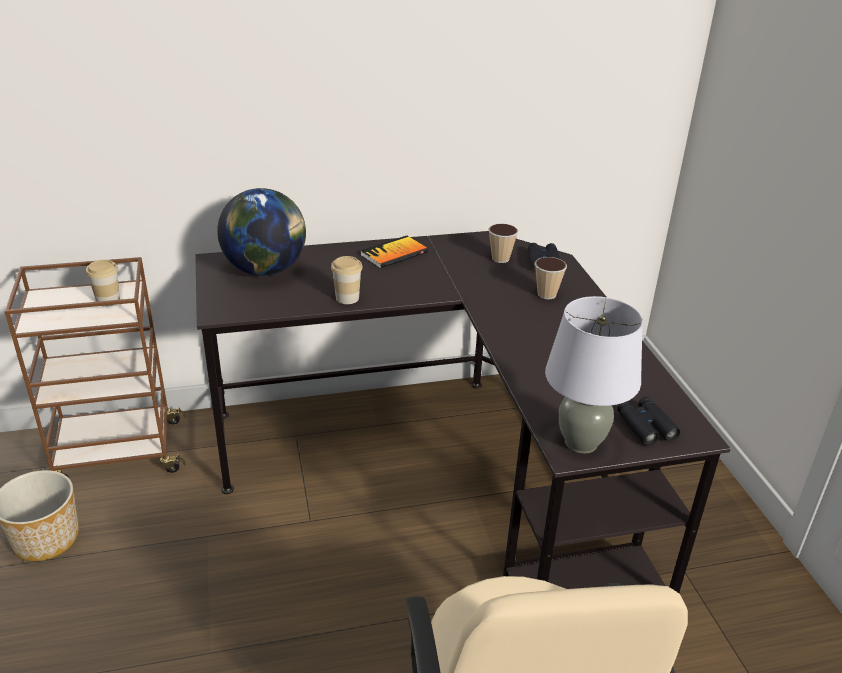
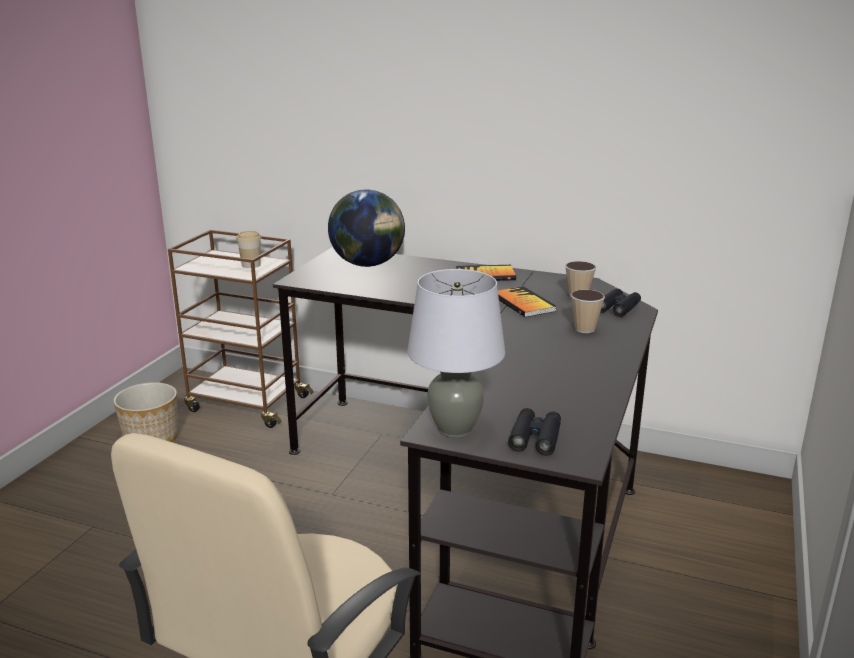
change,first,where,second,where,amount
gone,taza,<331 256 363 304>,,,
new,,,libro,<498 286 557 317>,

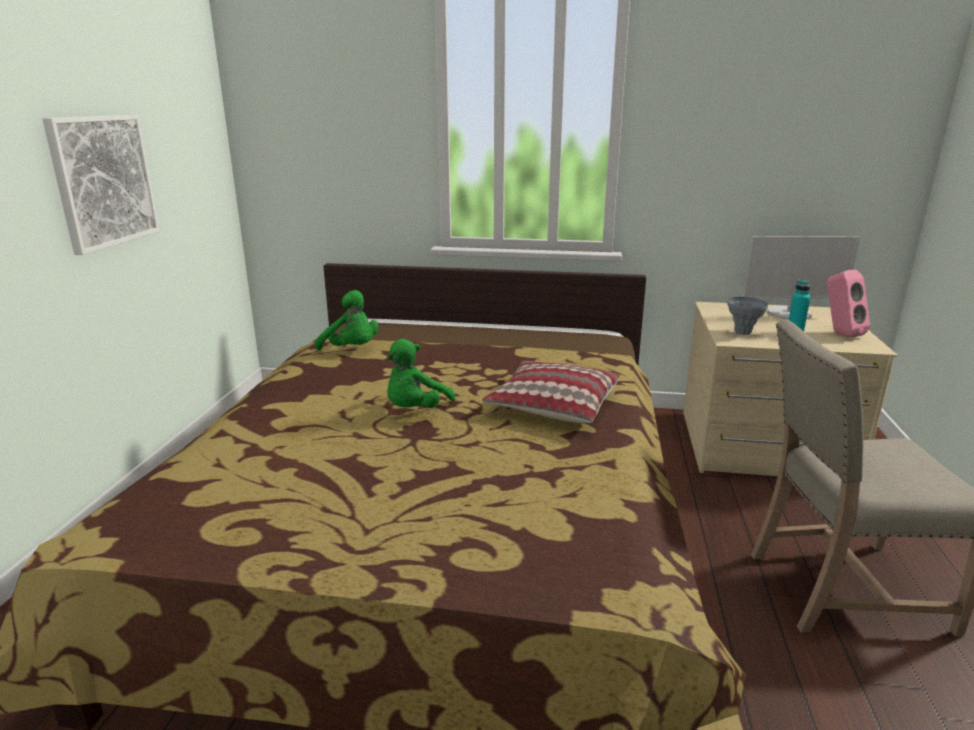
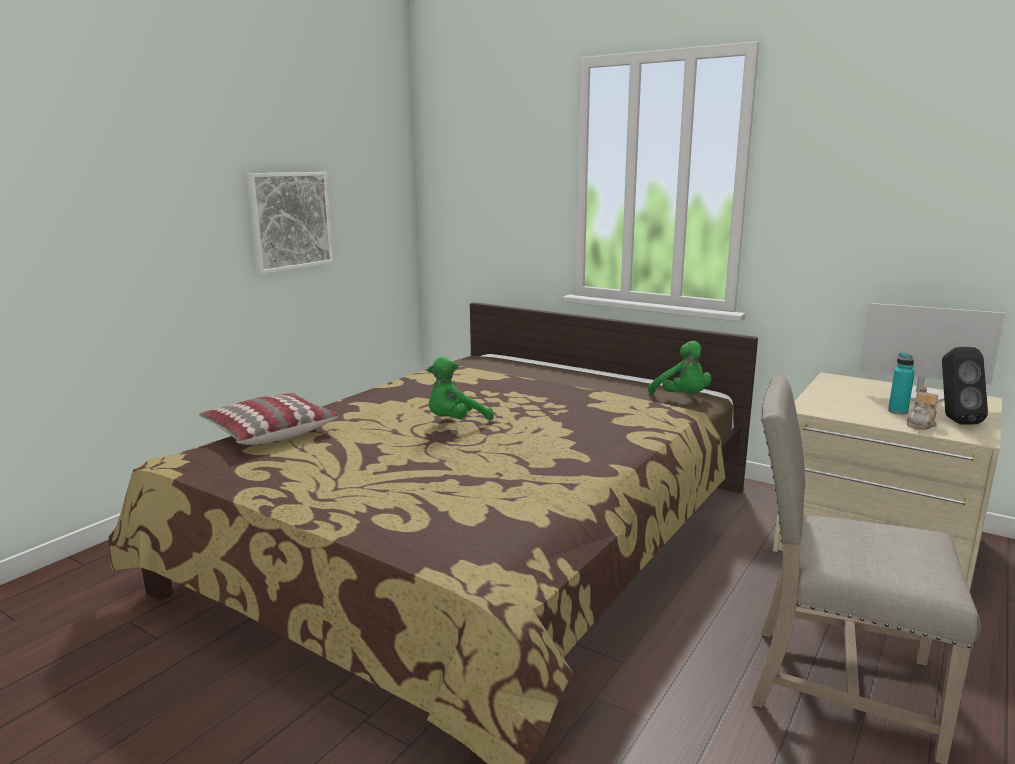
change,first,where,second,where,amount
repainted,altavoz (rosa),<827 270 870 338>,altavoz (negro),<942 347 988 425>,
shifted,peluche (verde),<314 290 379 350>,,<648 341 712 395>,
gone,florero (gris),<727 297 768 335>,,,
shifted,cojín,<482 361 620 423>,,<199 393 339 445>,
new,,,tetera,<907 386 938 430>,

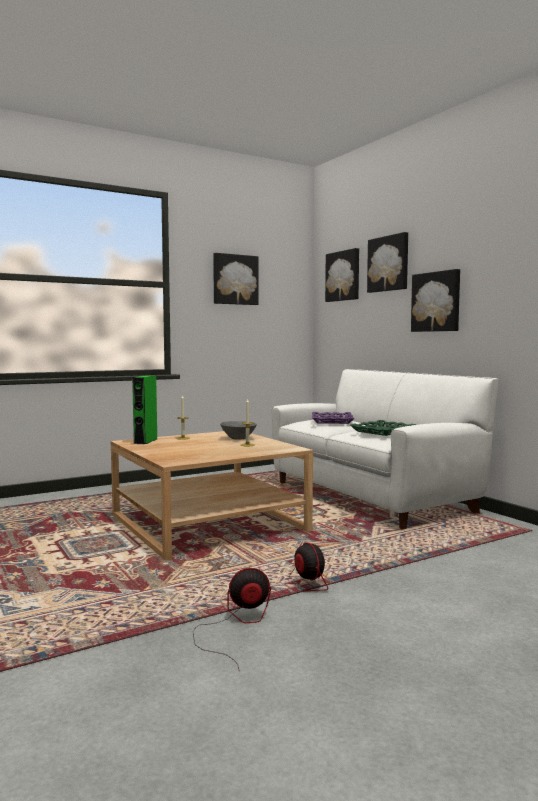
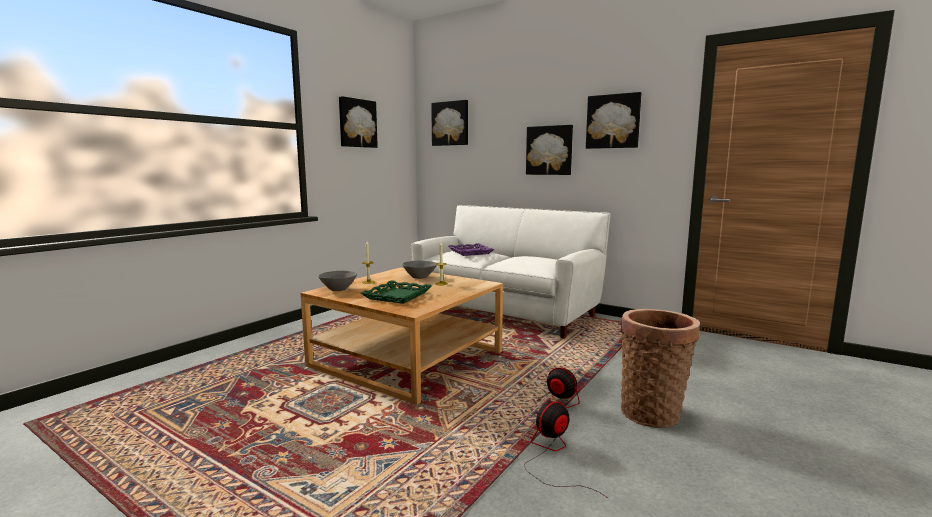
change,first,where,second,where,amount
shifted,cuadro,<367 232 408 293>,,<586 92 642 149>,
swapped,altavoz (verde),<132 376 157 444>,cuenco (gris),<318 271 357 291>,
shifted,bandeja (verde),<350 420 416 436>,,<361 280 432 304>,
new,,,cesta,<621 309 700 428>,

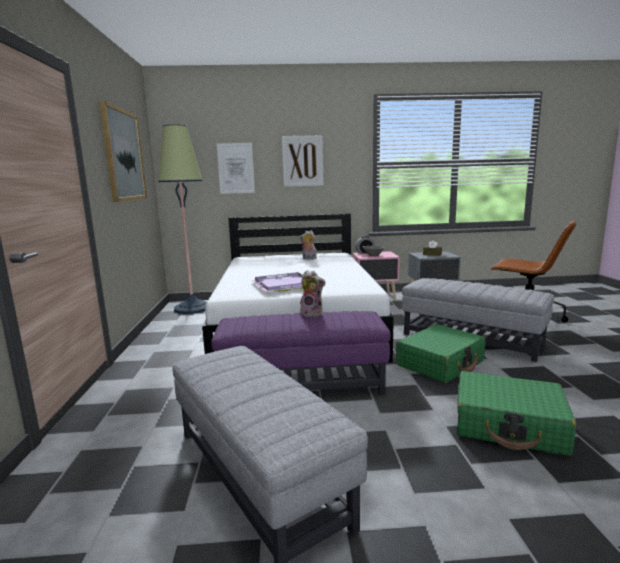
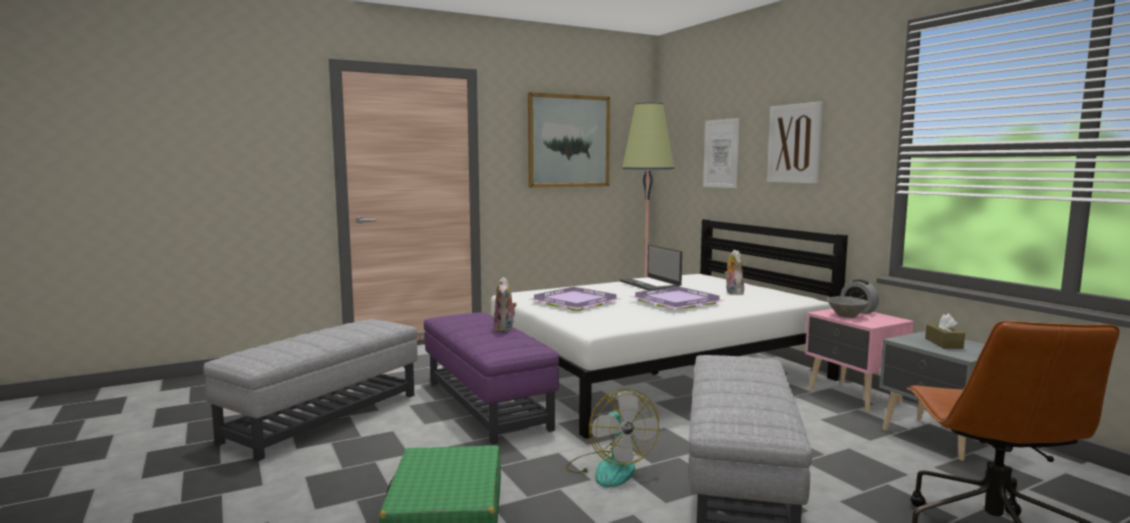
change,first,where,second,where,amount
swapped,maleta (verde),<396 324 485 383>,ventilador,<566 389 659 488>,
new,,,portátil,<620 245 682 291>,
new,,,bandeja (morado),<630 286 725 309>,

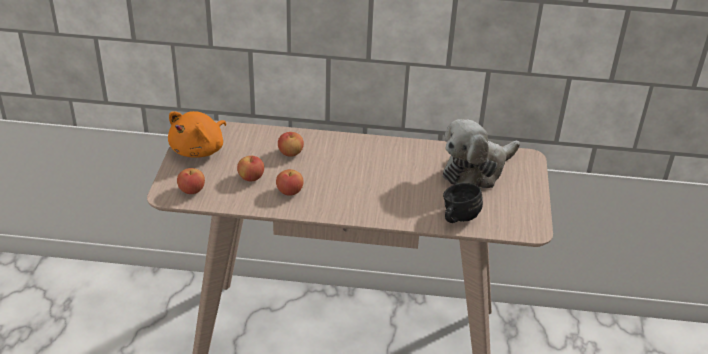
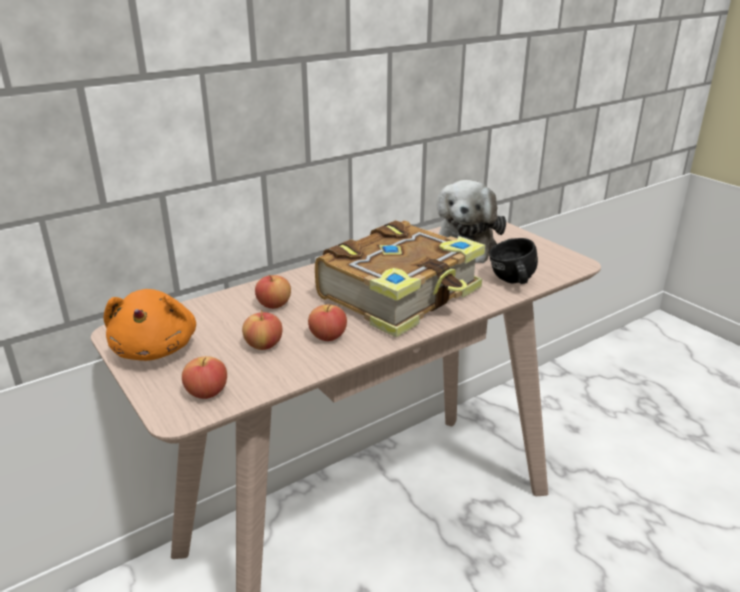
change,first,where,second,where,amount
new,,,libro,<315 220 485 337>,

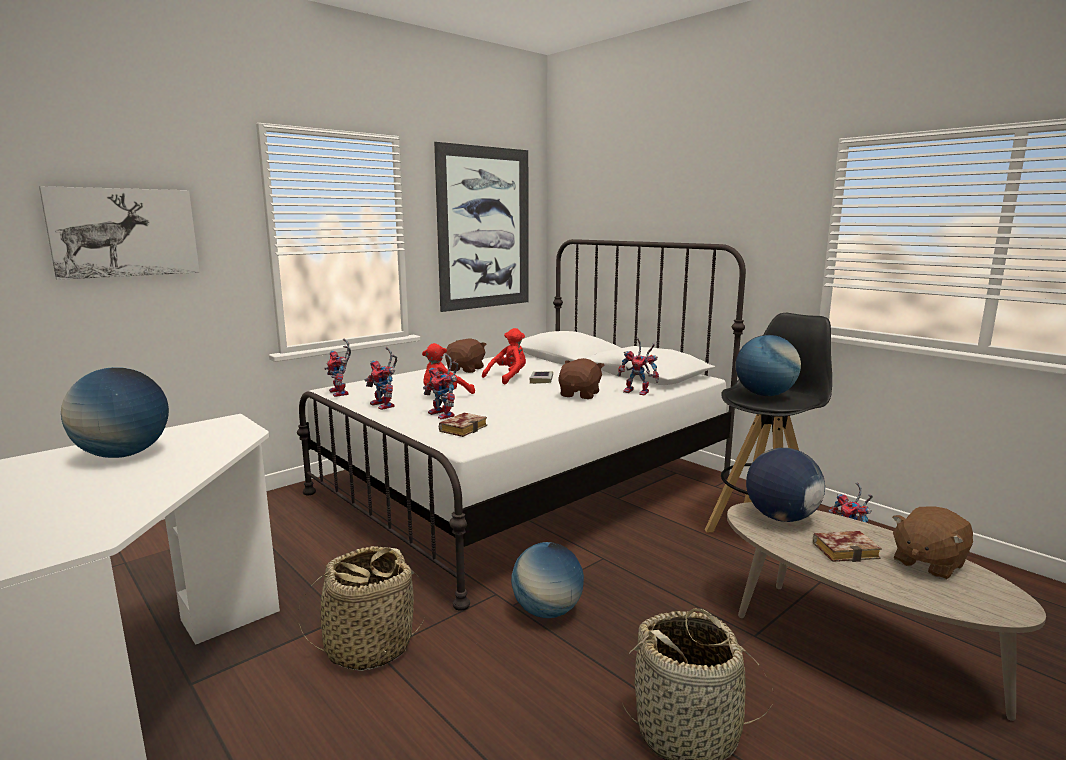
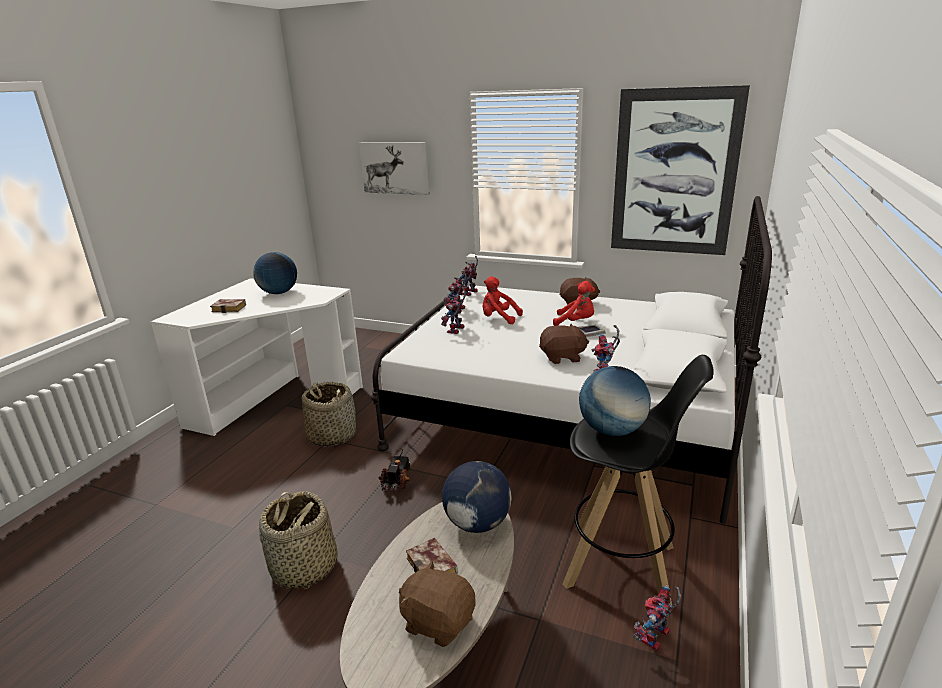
change,first,where,second,where,amount
shifted,libro,<439 413 487 437>,,<210 299 246 313>,
swapped,globo terráqueo,<511 542 584 618>,camión de juguete,<378 450 410 492>,

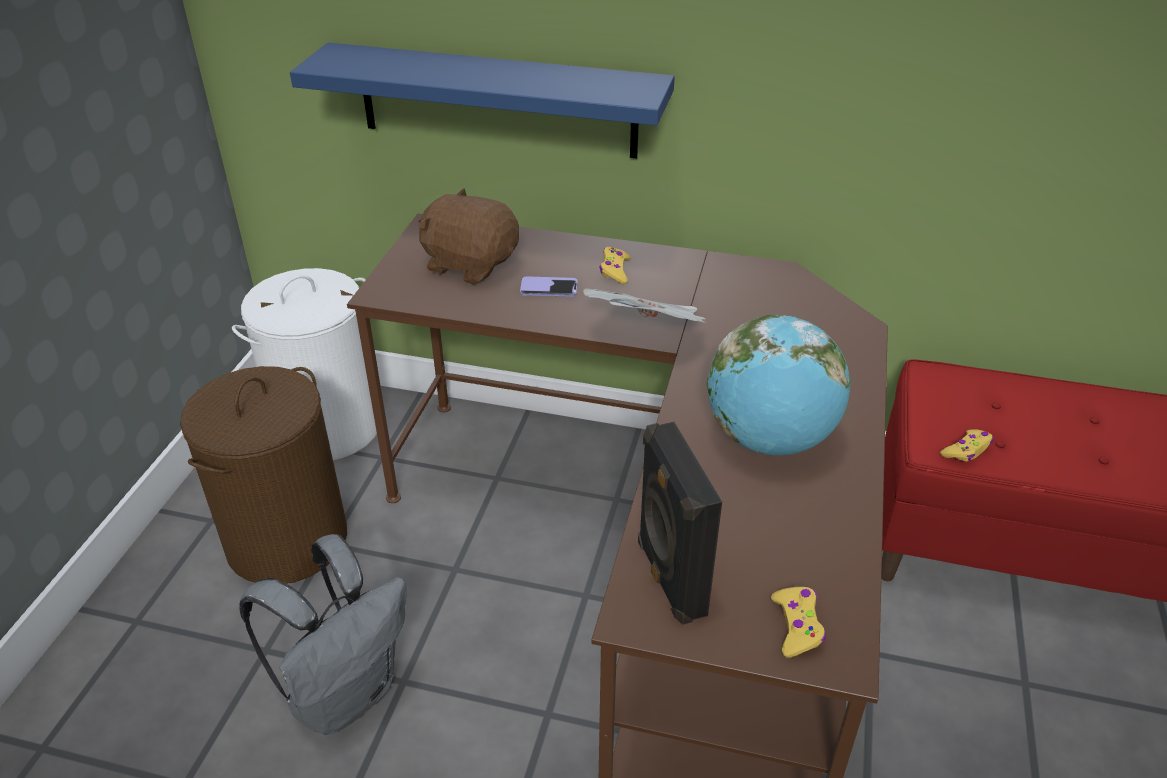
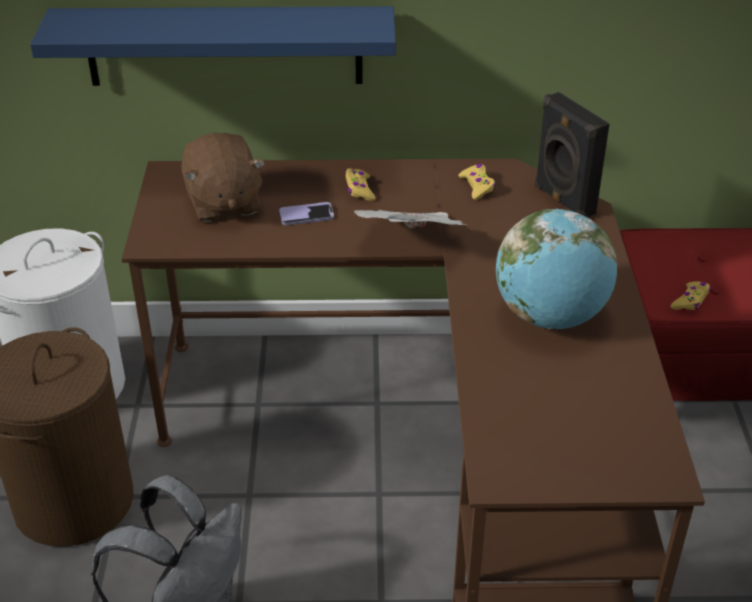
change,first,where,second,where,amount
rotated,peluche (marrón),<418 188 519 285>,,<181 133 265 223>,120 degrees counterclockwise
shifted,altavoz (negro),<638 422 722 625>,,<535 92 609 217>,
shifted,mando de consola (amarillo),<771 587 826 658>,,<459 164 496 200>,

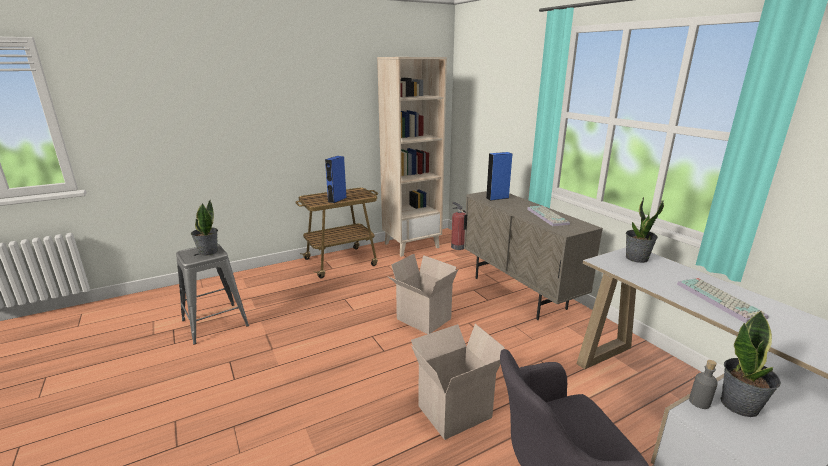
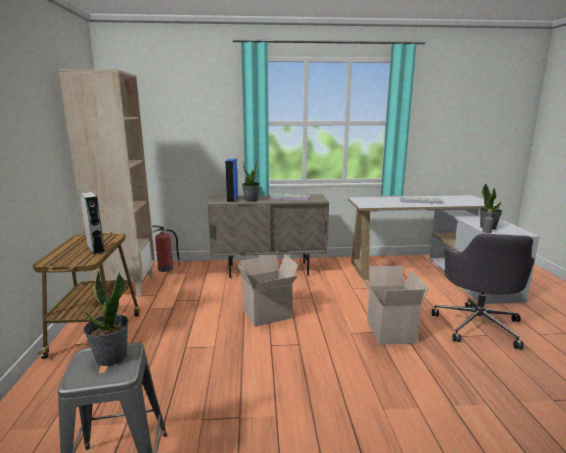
change,first,where,second,where,amount
repainted,altavoz (azul),<325 156 346 203>,altavoz (gris),<80 192 105 254>,
shifted,planta en maceta,<626 197 664 263>,,<242 160 260 202>,

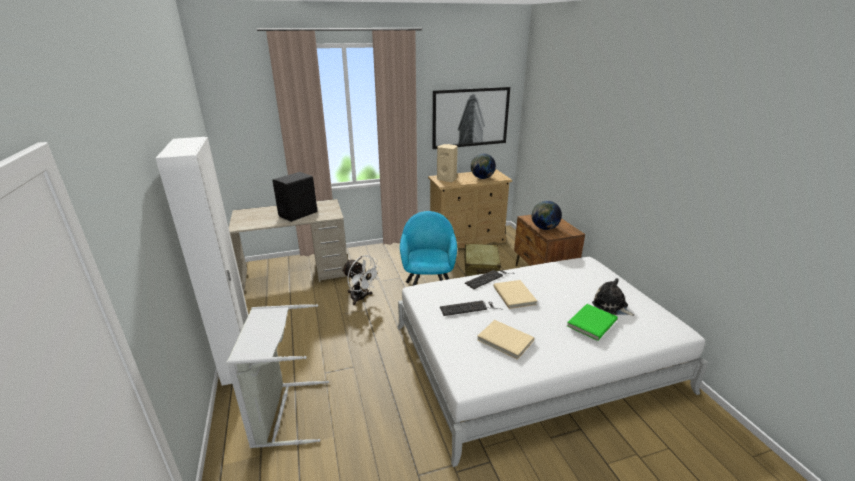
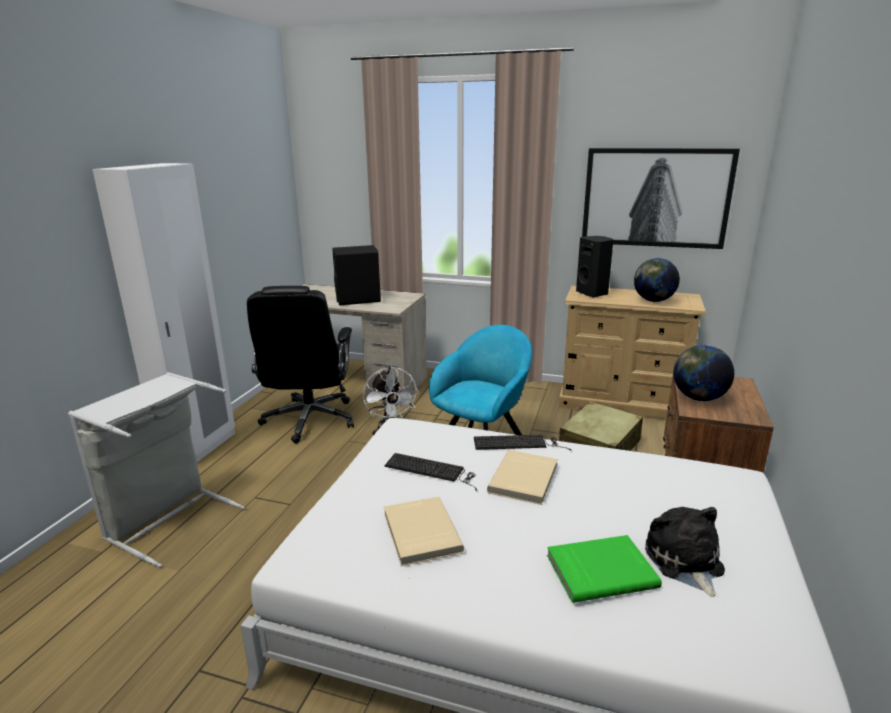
change,first,where,second,where,amount
repainted,altavoz (beis),<437 144 458 182>,altavoz (negro),<576 236 613 298>,
new,,,silla de oficina (negro),<247 286 354 444>,

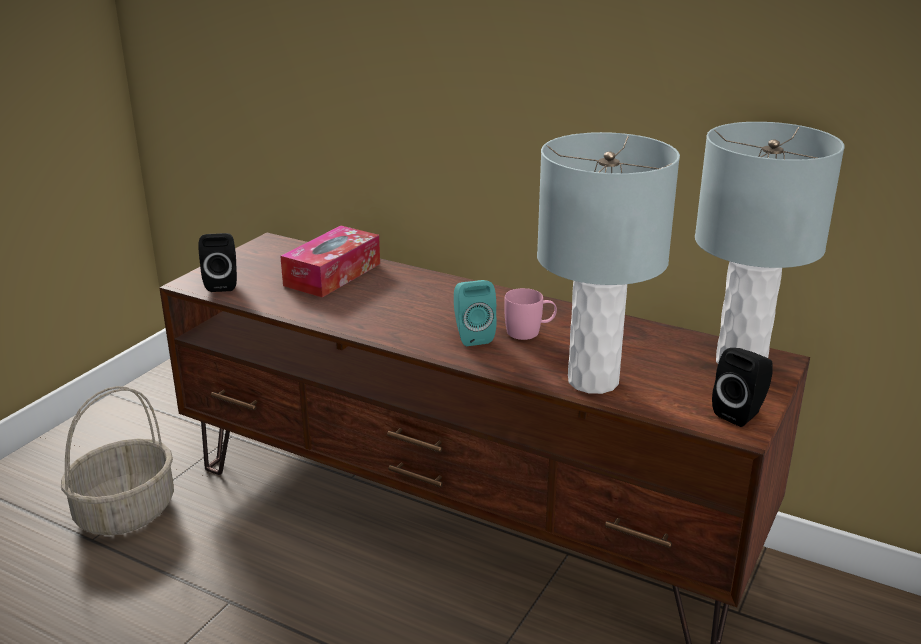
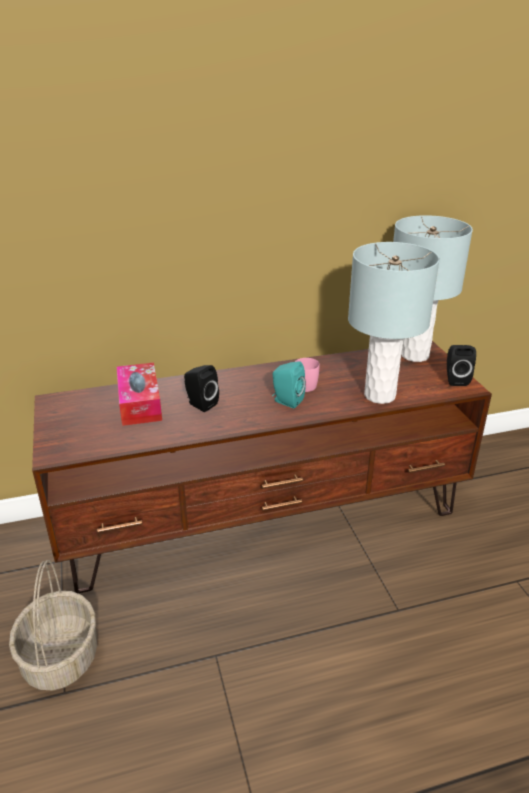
change,first,where,second,where,amount
shifted,altavoz (negro),<198 233 237 292>,,<184 365 219 412>,

